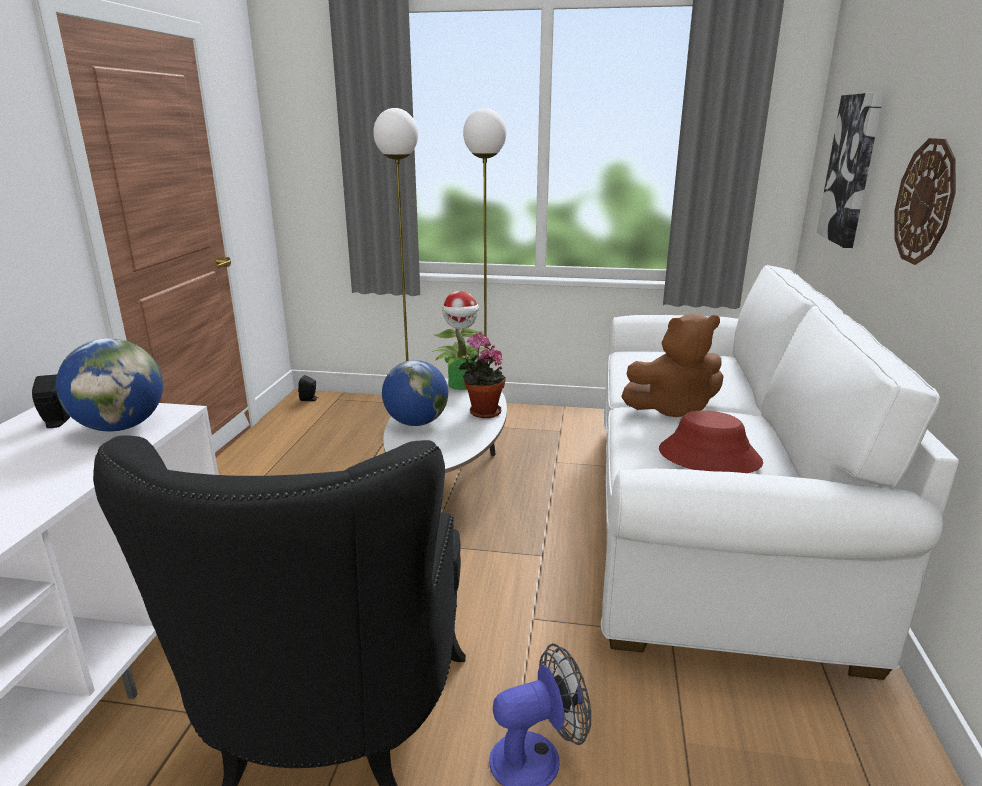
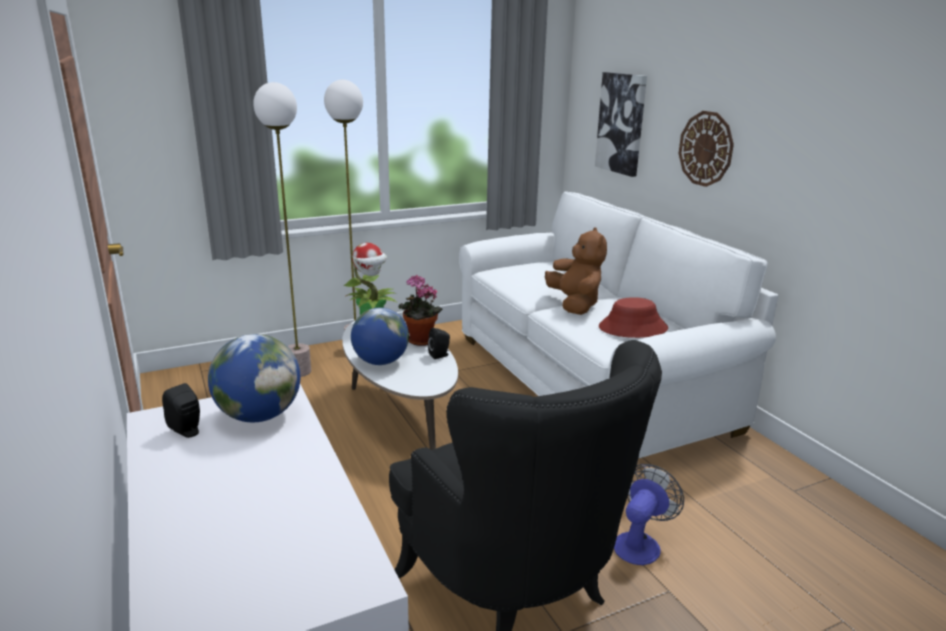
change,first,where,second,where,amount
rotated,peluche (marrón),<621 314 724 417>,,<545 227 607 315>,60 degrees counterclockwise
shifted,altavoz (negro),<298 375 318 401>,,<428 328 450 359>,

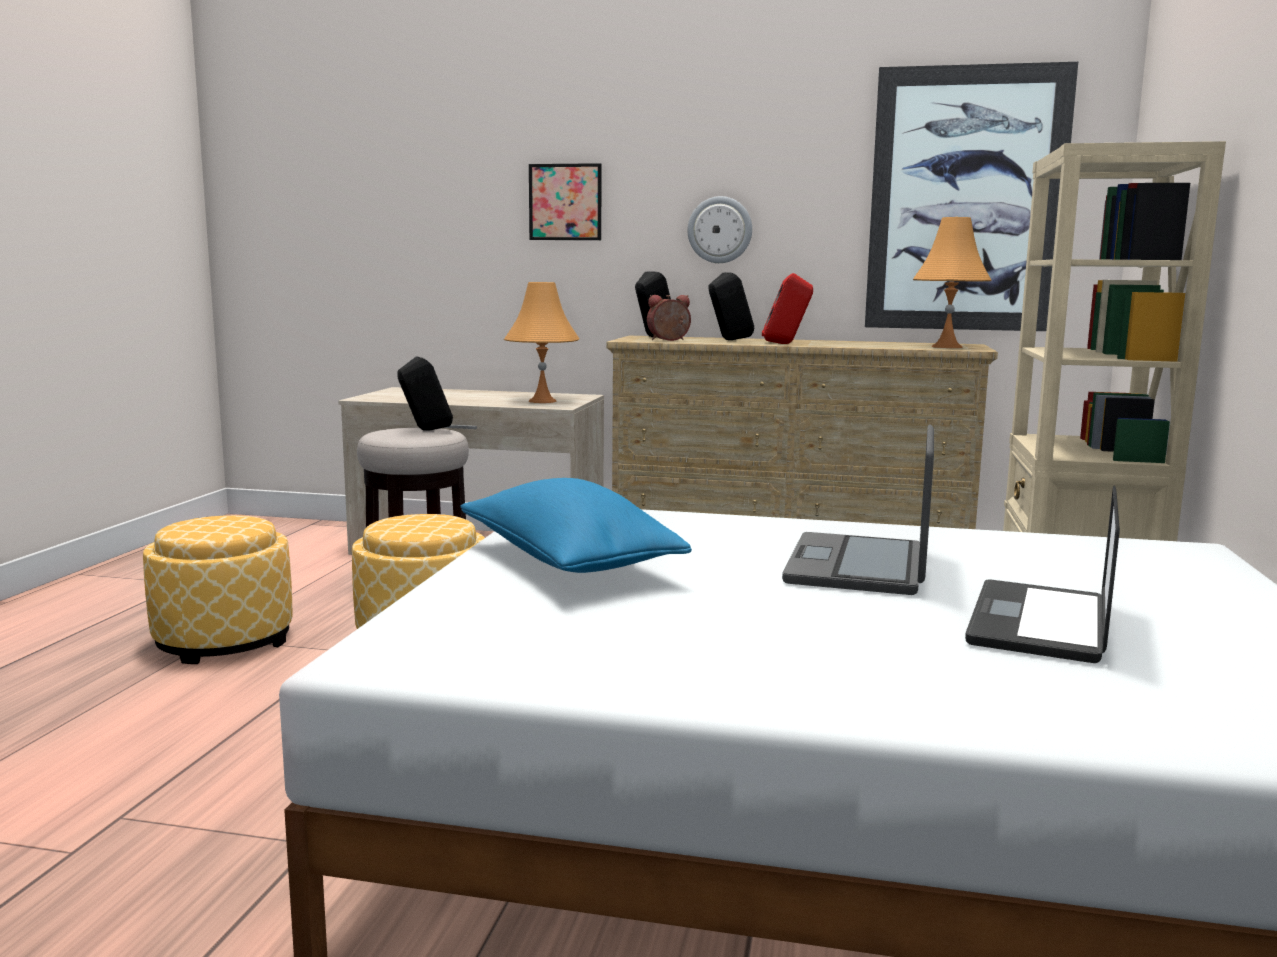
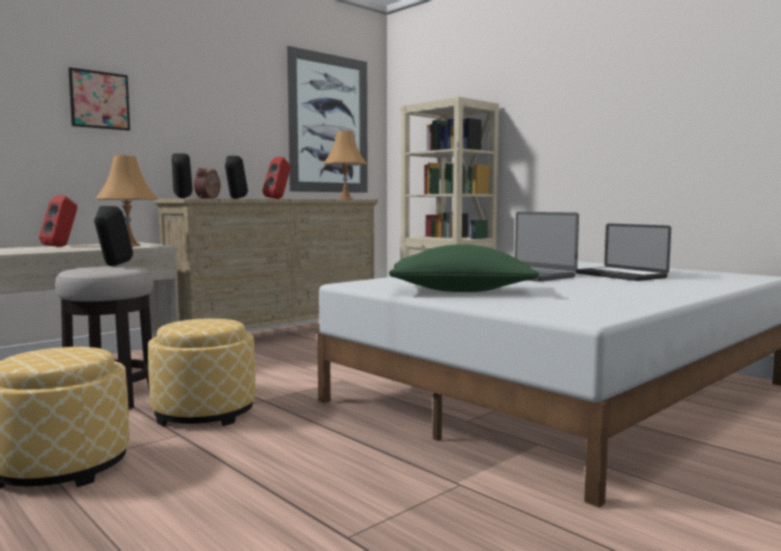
change,first,where,second,where,amount
gone,reloj de pared,<688 196 752 263>,,,
repainted,cojín (azul),<460 478 692 573>,cojín (verde),<389 244 539 292>,
new,,,altavoz (rojo),<39 196 77 247>,

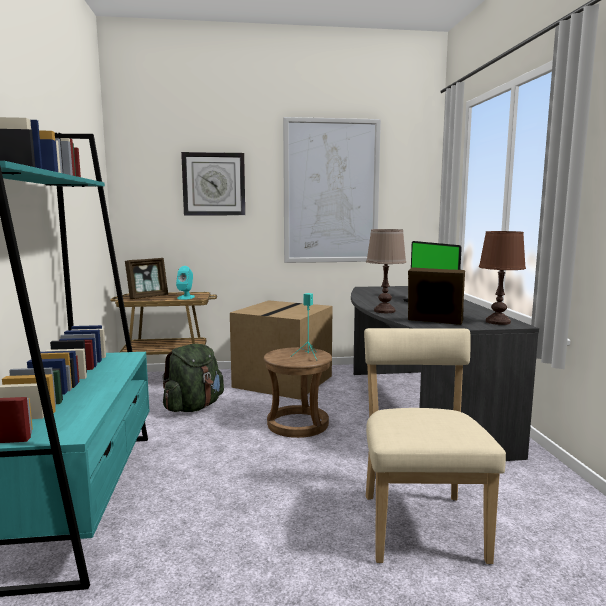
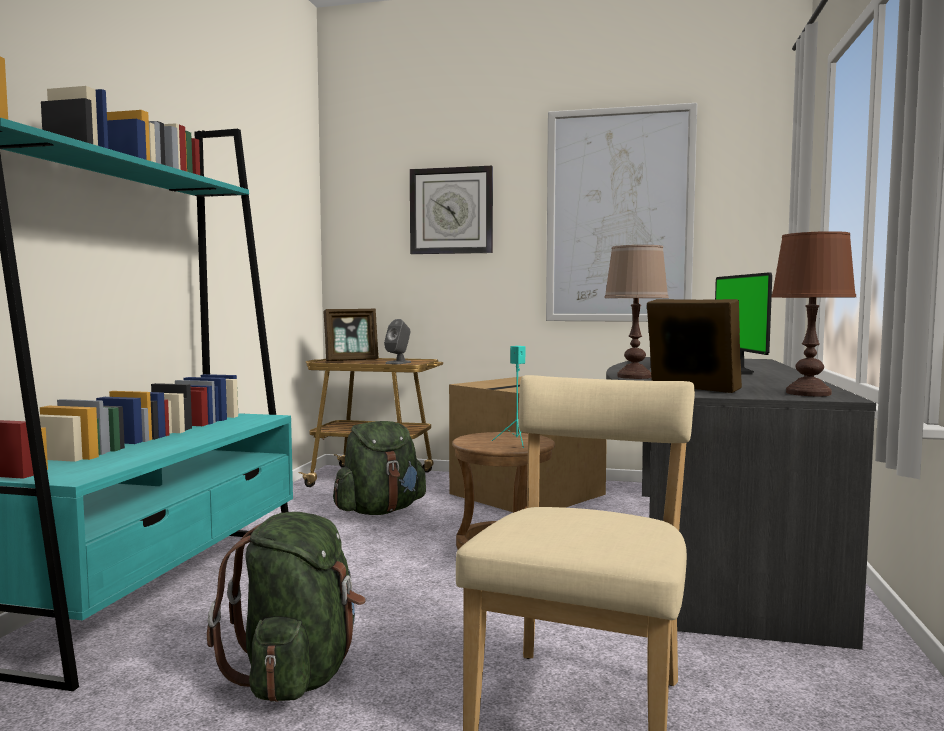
change,first,where,second,where,amount
repainted,altavoz (turquesa),<176 266 195 300>,altavoz (gris),<384 319 411 364>,
new,,,mochila (verde),<207 512 365 702>,

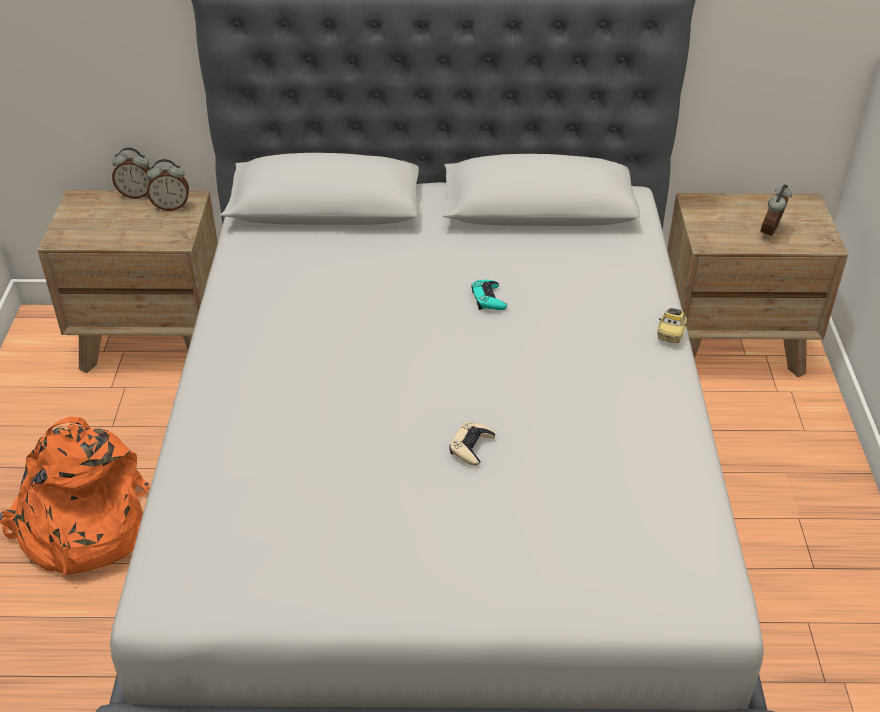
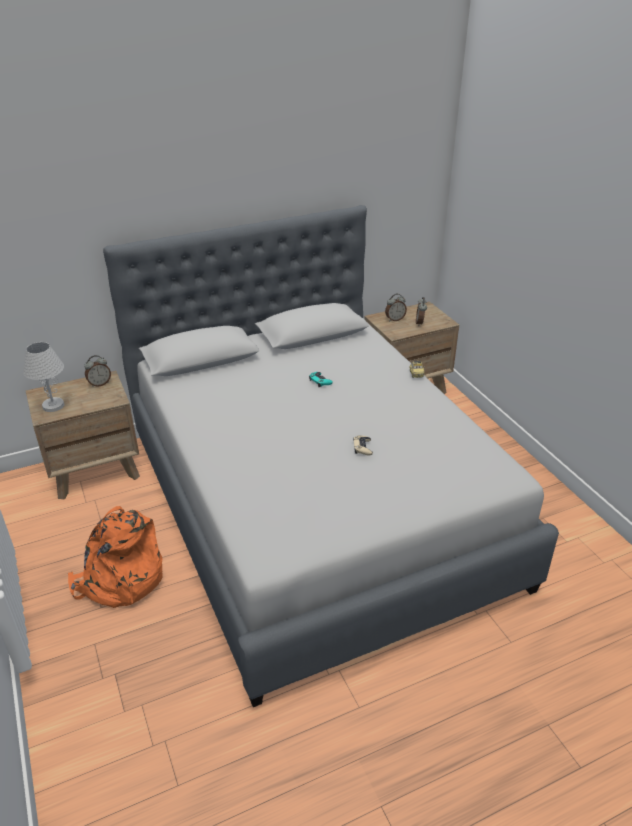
change,first,where,second,where,amount
shifted,despertador,<112 147 149 199>,,<385 294 407 321>,
new,,,lámpara de mesa (blanco),<23 342 64 412>,

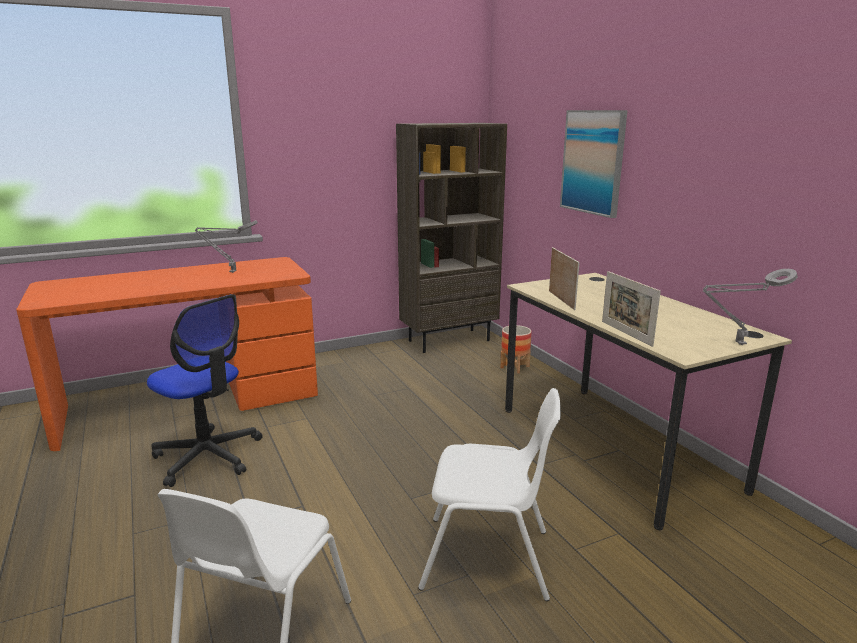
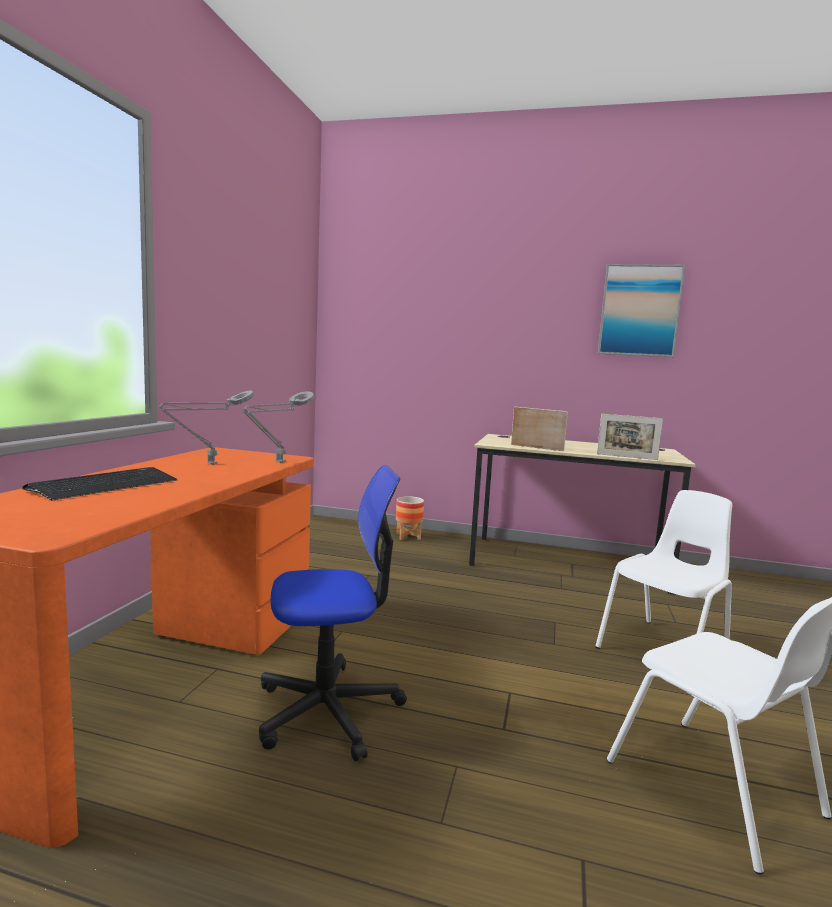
change,first,where,second,where,amount
shifted,cuadro,<560 110 628 218>,,<598 264 685 357>,
gone,estantería (marrón),<396 123 507 353>,,,
shifted,lámpara de mesa (gris),<702 269 798 345>,,<243 391 314 463>,
new,,,teclado,<22 467 177 500>,

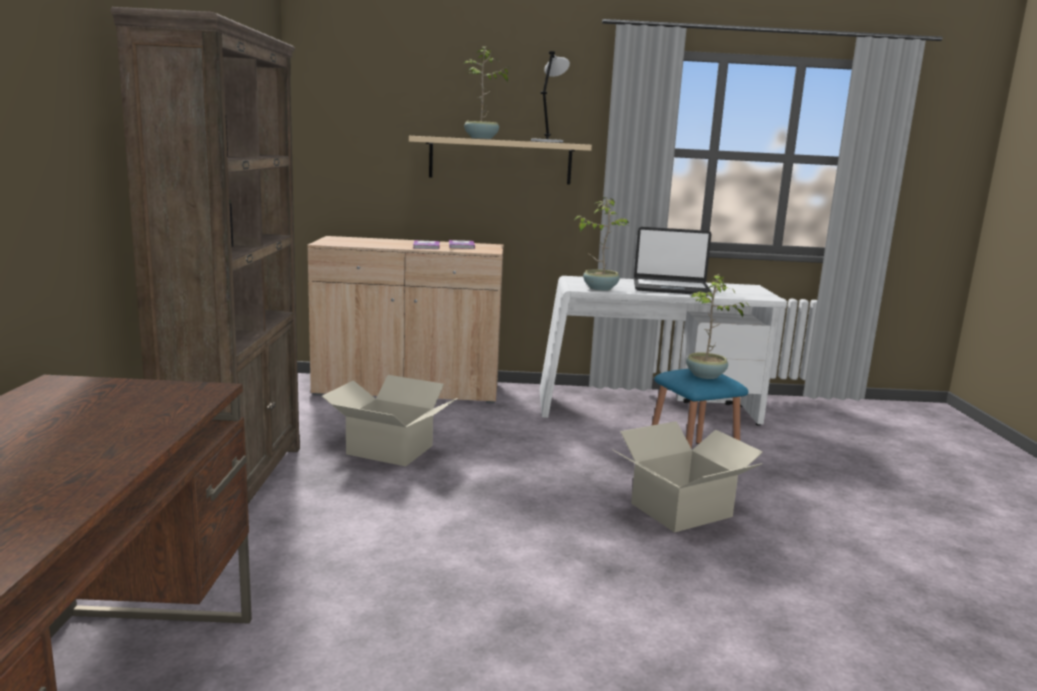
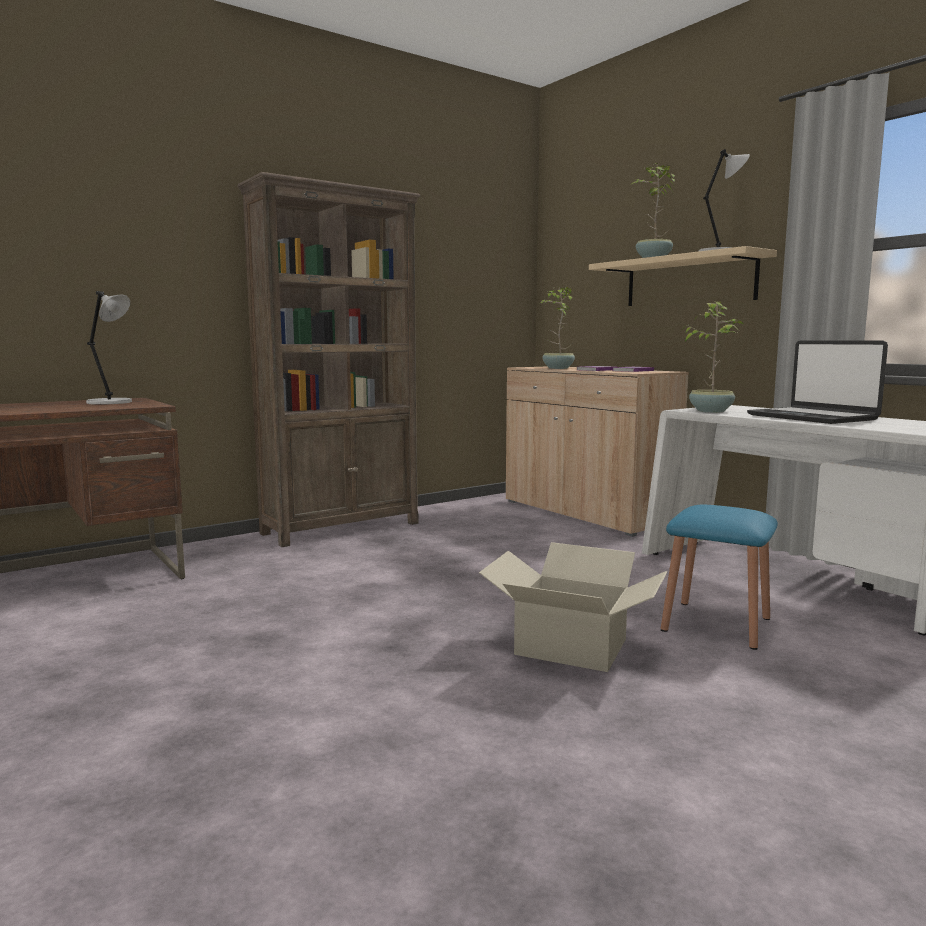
change,first,where,second,where,amount
shifted,planta en maceta,<686 274 749 379>,,<540 287 575 369>,
gone,caja de cartón,<322 375 458 466>,,,
new,,,lámpara de mesa (gris),<86 291 132 405>,

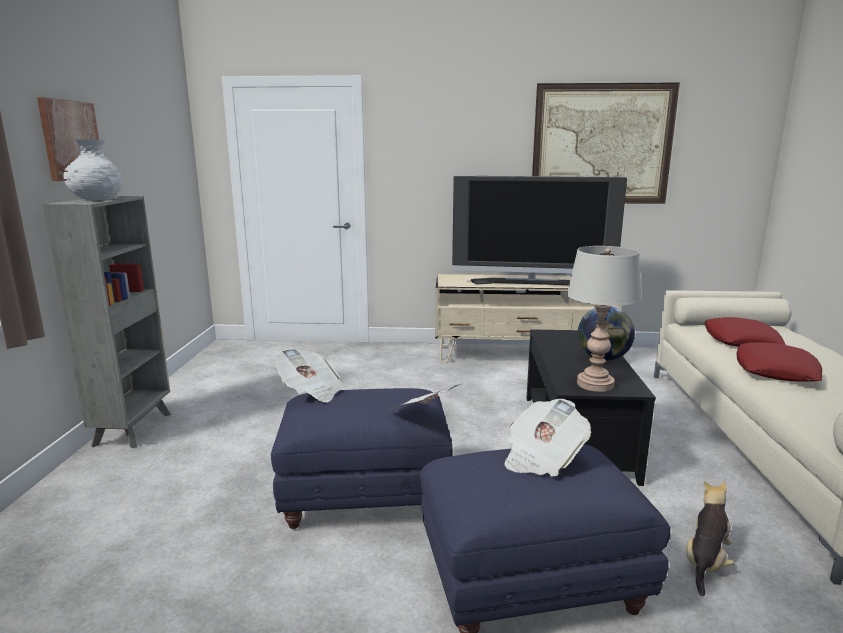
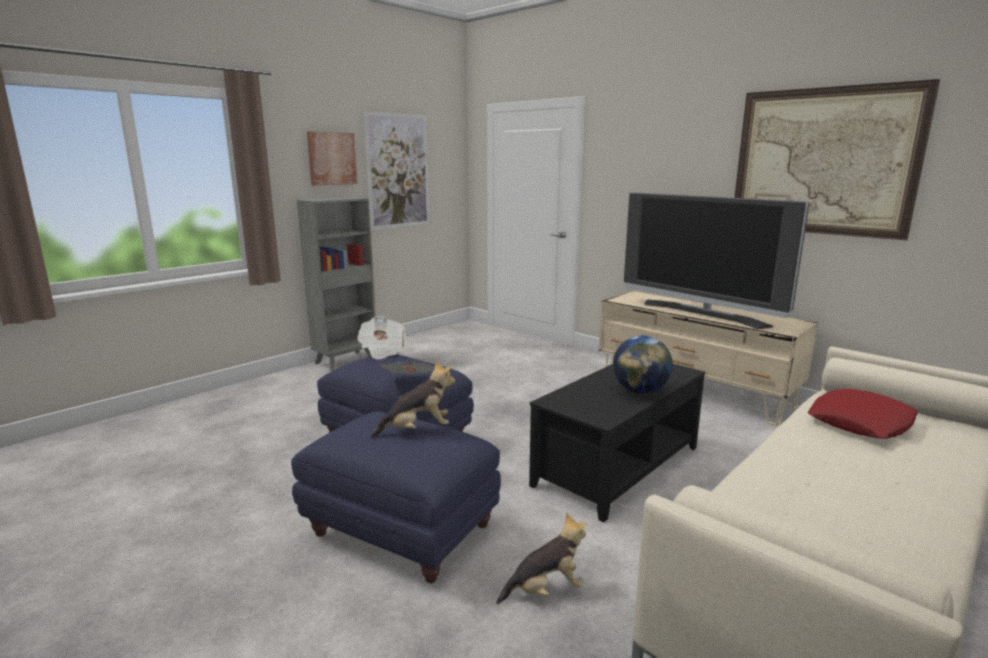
change,first,where,second,where,amount
gone,florero (blanco),<63 140 123 200>,,,
gone,lámpara de mesa (gris),<567 246 642 392>,,,
gone,cojín (rojo),<736 342 822 382>,,,
swapped,periódico,<505 399 591 477>,peluche,<370 360 455 438>,
new,,,cuadro,<364 111 430 230>,

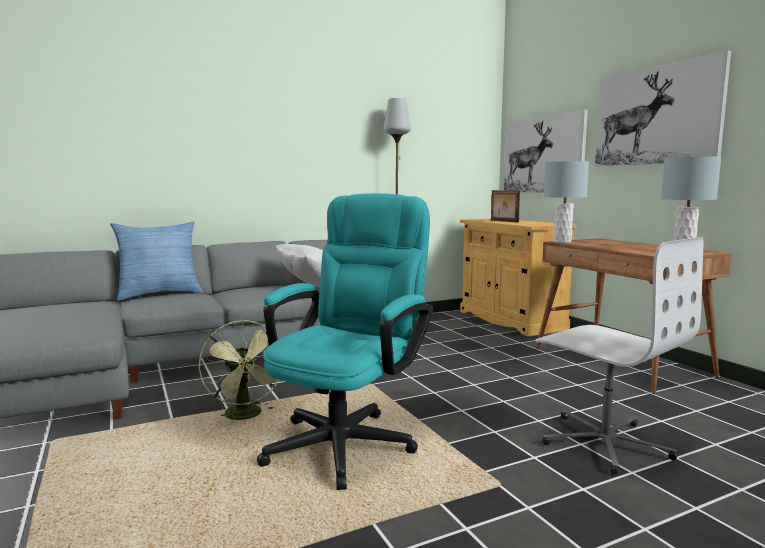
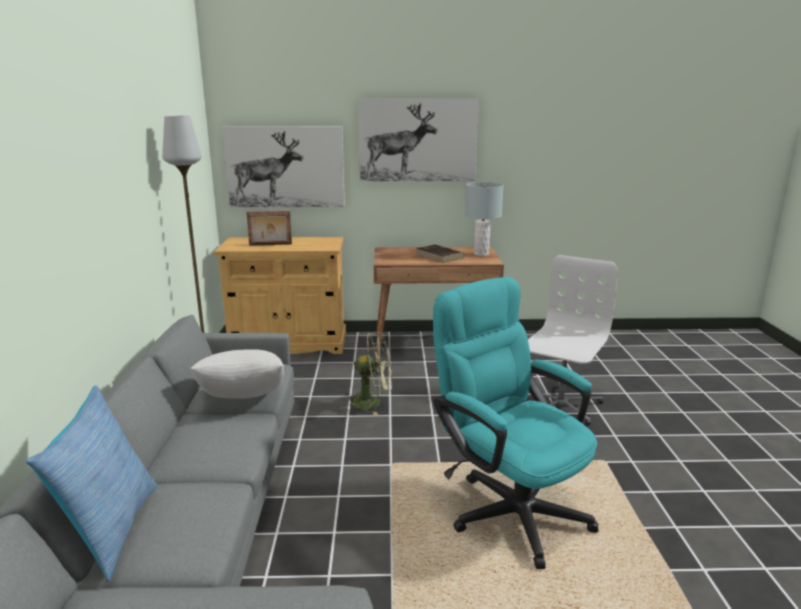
change,first,where,second,where,amount
gone,lámpara de mesa (gris),<544 161 589 243>,,,
rotated,silla de oficina (blanco),<536 237 704 474>,,<528 255 618 425>,45 degrees counterclockwise
shifted,ventilador (verde),<199 320 279 420>,,<344 332 392 415>,
new,,,libro (marrón),<416 245 465 263>,

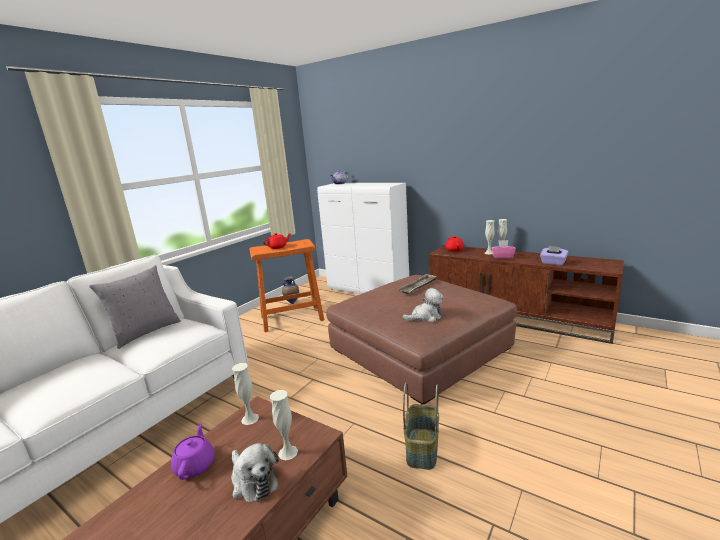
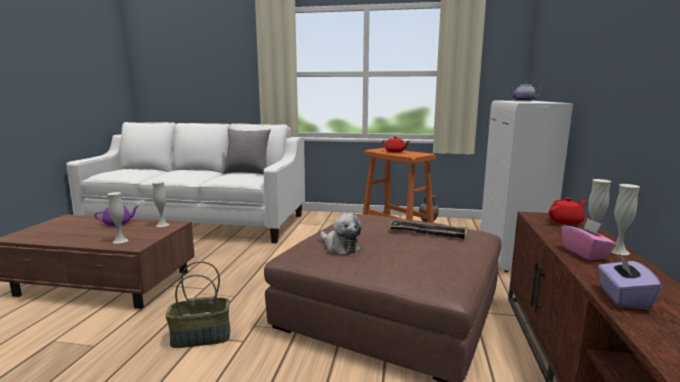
change,first,where,second,where,amount
gone,peluche,<231 443 279 503>,,,

